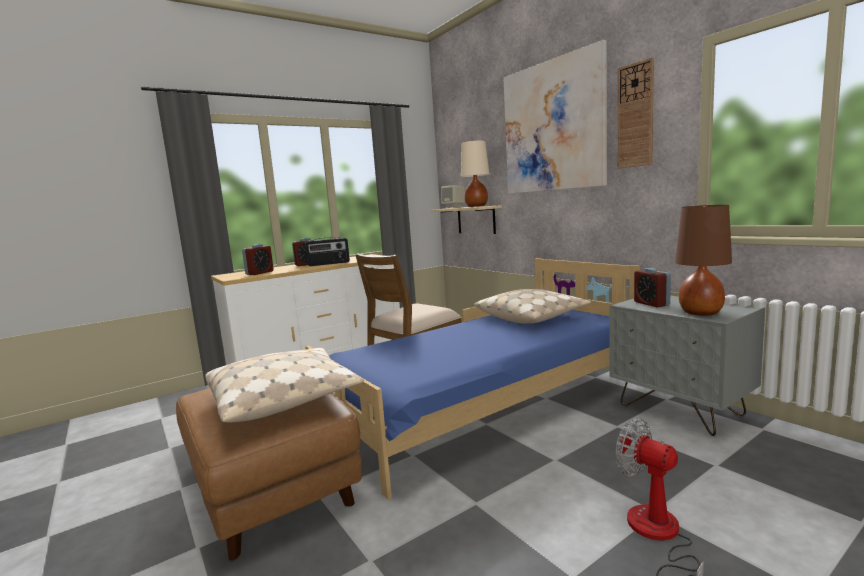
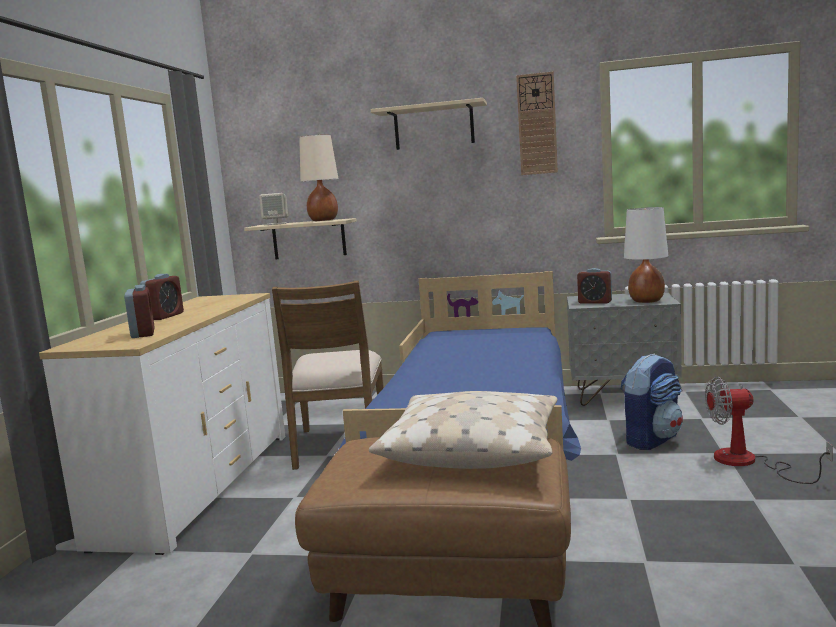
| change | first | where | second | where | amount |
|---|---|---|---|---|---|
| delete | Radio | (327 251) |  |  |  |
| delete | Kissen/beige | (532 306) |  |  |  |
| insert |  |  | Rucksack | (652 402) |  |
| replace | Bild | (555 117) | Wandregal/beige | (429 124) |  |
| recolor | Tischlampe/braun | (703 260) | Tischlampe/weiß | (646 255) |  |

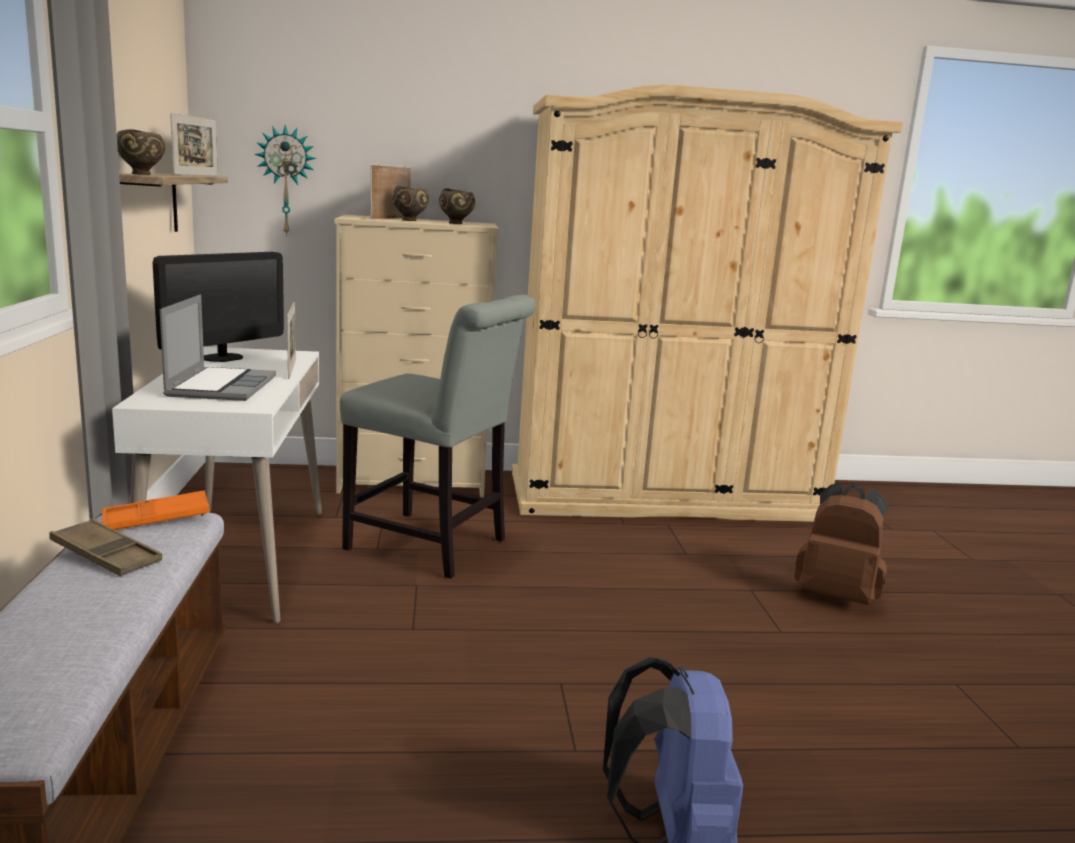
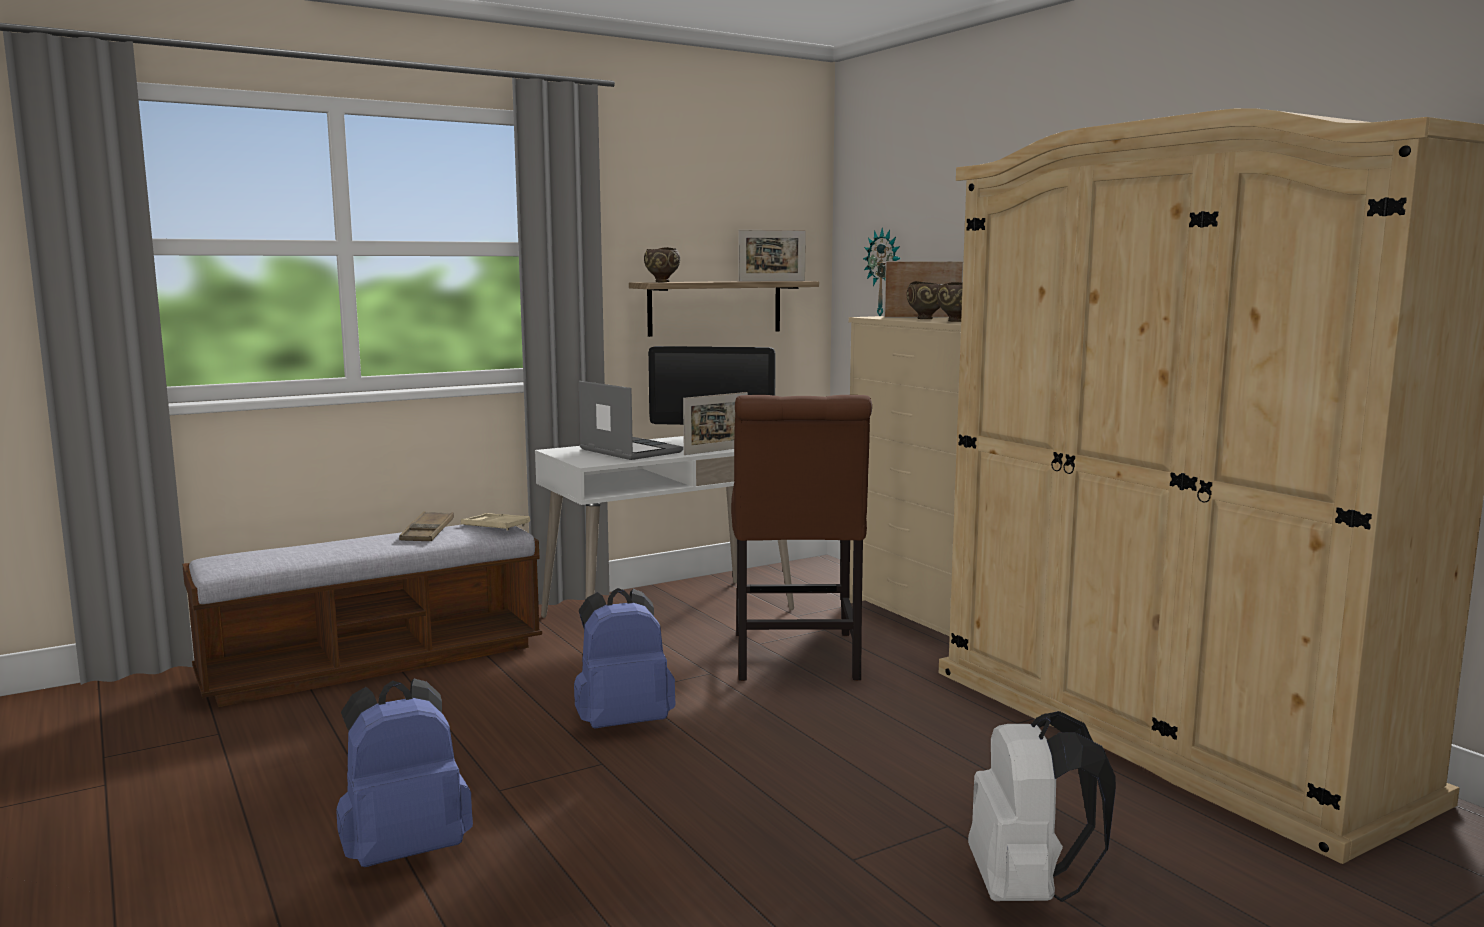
| change | first | where | second | where | amount |
|---|---|---|---|---|---|
| insert |  |  | Rucksack/blau | (625 658) |  |
| recolor | Tablett/orange | (156 510) | Tablett/beige | (495 522) |  |
| recolor | Stuhl/grau | (438 437) | Stuhl/braun | (801 538) |  |
| recolor | Rucksack/braun | (841 544) | Rucksack/weiß | (1042 806) |  |
| rotate | Laptop | (218 348) |  | (631 420) | 105 degrees counterclockwise |

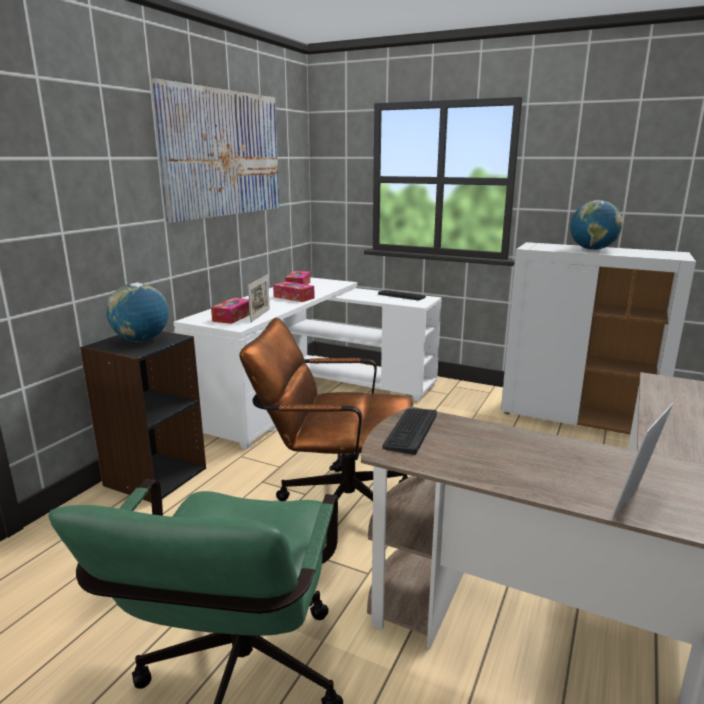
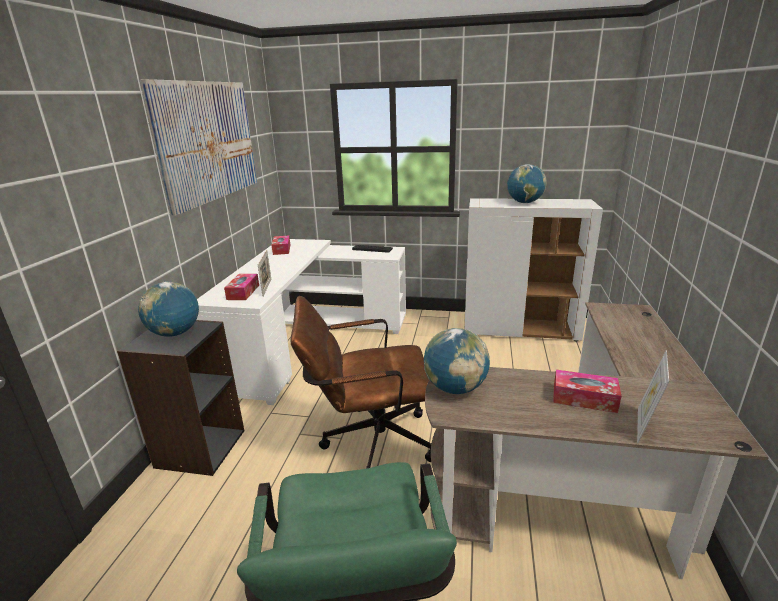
| change | first | where | second | where | amount |
|---|---|---|---|---|---|
| move | Taschentuchbox | (294 292) |  | (587 391) |  |
| replace | Tastatur | (409 431) | Globus | (457 361) |  |

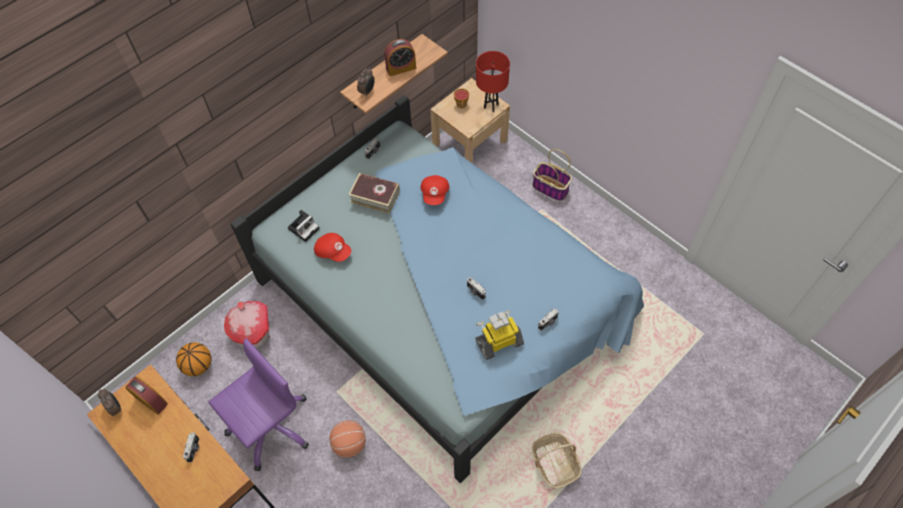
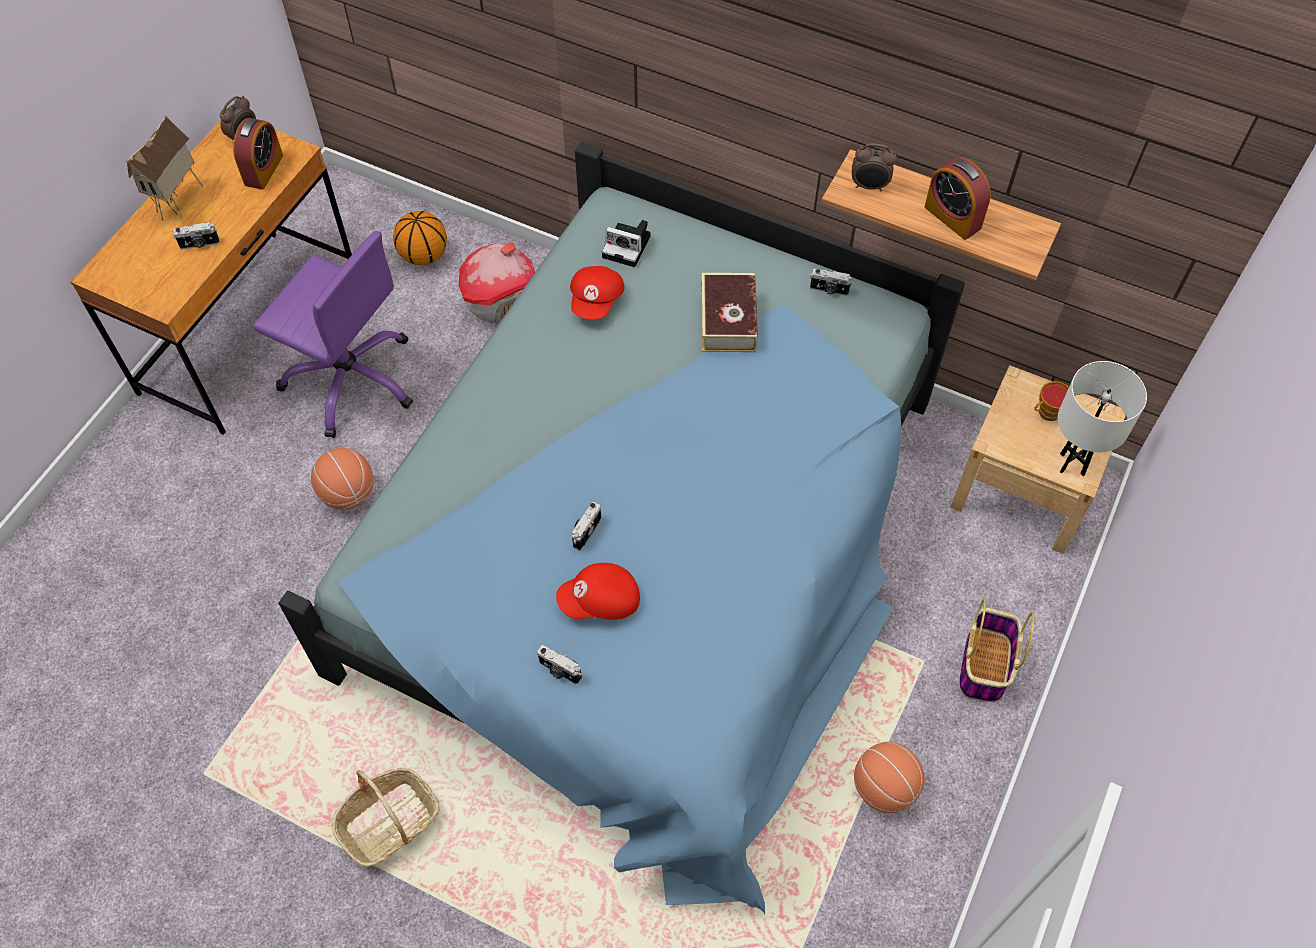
| change | first | where | second | where | amount |
|---|---|---|---|---|---|
| delete | Spielzeugroboter | (499 335) |  |  |  |
| insert |  |  | Spielzeughaus | (164 168) |  |
| insert |  |  | Basketball | (889 777) |  |
| move | Kappe/rot | (434 190) |  | (598 591) |  |
| recolor | Tischlampe/rot | (493 81) | Tischlampe/weiß | (1102 418) |  |

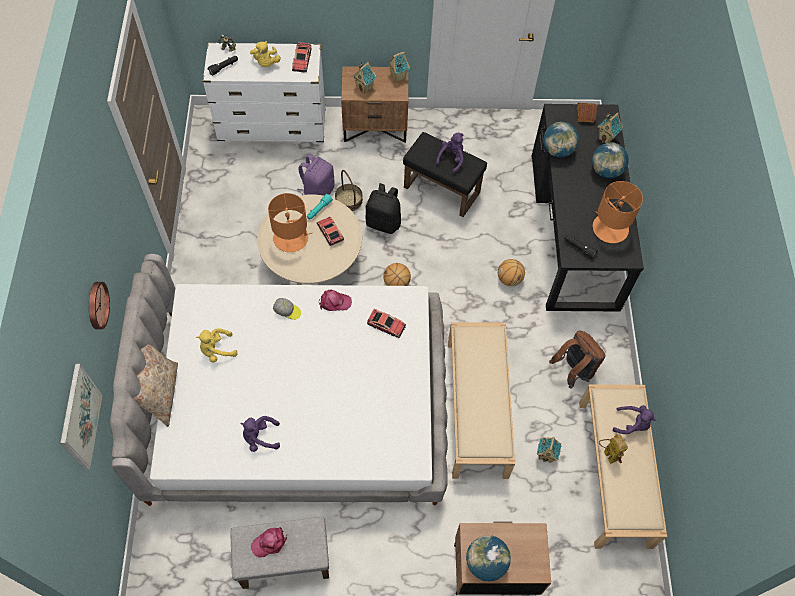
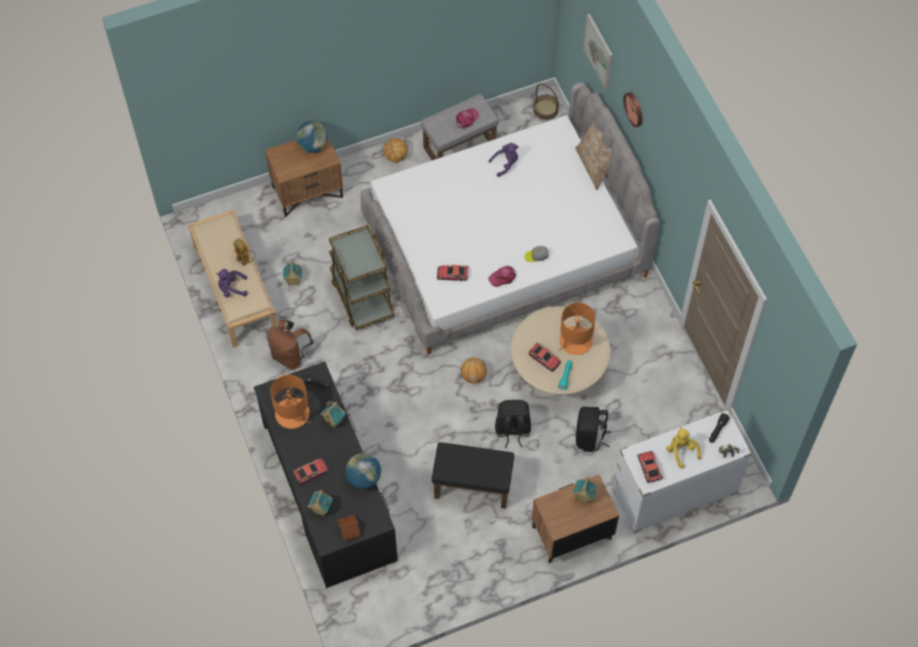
| change | first | where | second | where | amount |
|---|---|---|---|---|---|
| delete | Plüschtier/gelb | (217 345) |  |  |  |
| delete | Plüschtier/lila | (449 153) |  |  |  |
| move | Korb | (349 190) |  | (546 101) |  |
| move | Spielzeughaus | (398 66) |  | (333 414) |  |
| move | Basketball | (511 272) |  | (395 150) |  |
| replace | Bank/beige | (481 400) | Rollwagen/braun | (361 277) |  |
| replace | Globus | (610 160) | Spielzeugauto | (311 472) |  |
| recolor | Rucksack/lila | (316 174) | Rucksack/schwarz | (593 429) |  |

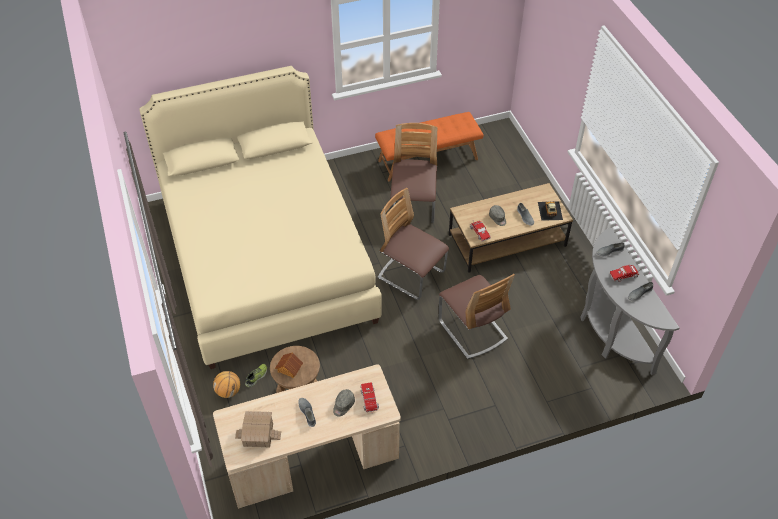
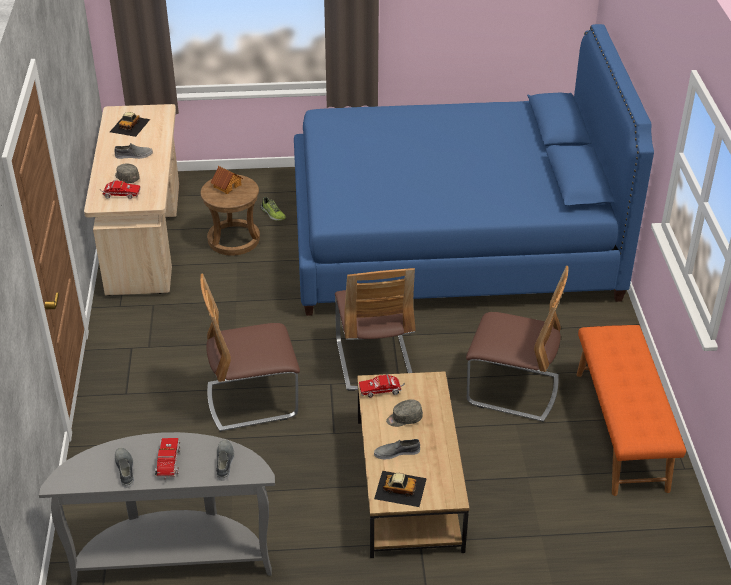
| change | first | where | second | where | amount |
|---|---|---|---|---|---|
| delete | Basketball | (226 384) |  |  |  |
| replace | Spielzeughaus | (258 429) | Spielzeugauto | (130 124) |  |
| recolor | Bett/beige | (260 217) | Bett/blau | (474 170) |  |
| rotate | Stuhl | (413 244) |  | (375 329) | 120 degrees clockwise |

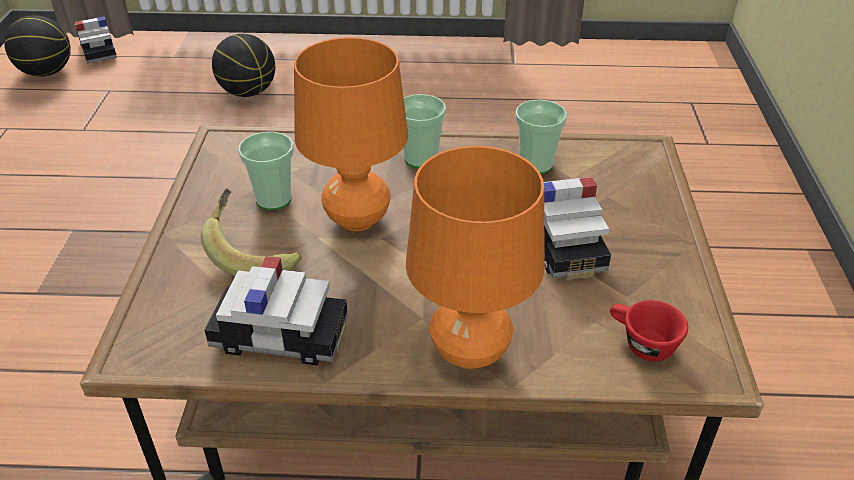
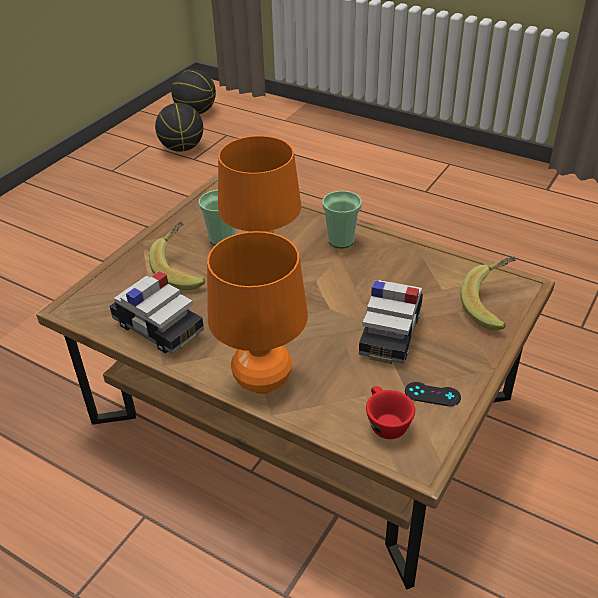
| change | first | where | second | where | amount |
|---|---|---|---|---|---|
| delete | Spielzeugauto | (96 40) |  |  |  |
| delete | Tasse | (541 137) |  |  |  |
| insert |  |  | Gamepad/schwarz | (433 394) |  |
| insert |  |  | Banane | (488 293) |  |
| move | Basketball | (243 65) |  | (179 127) |  |

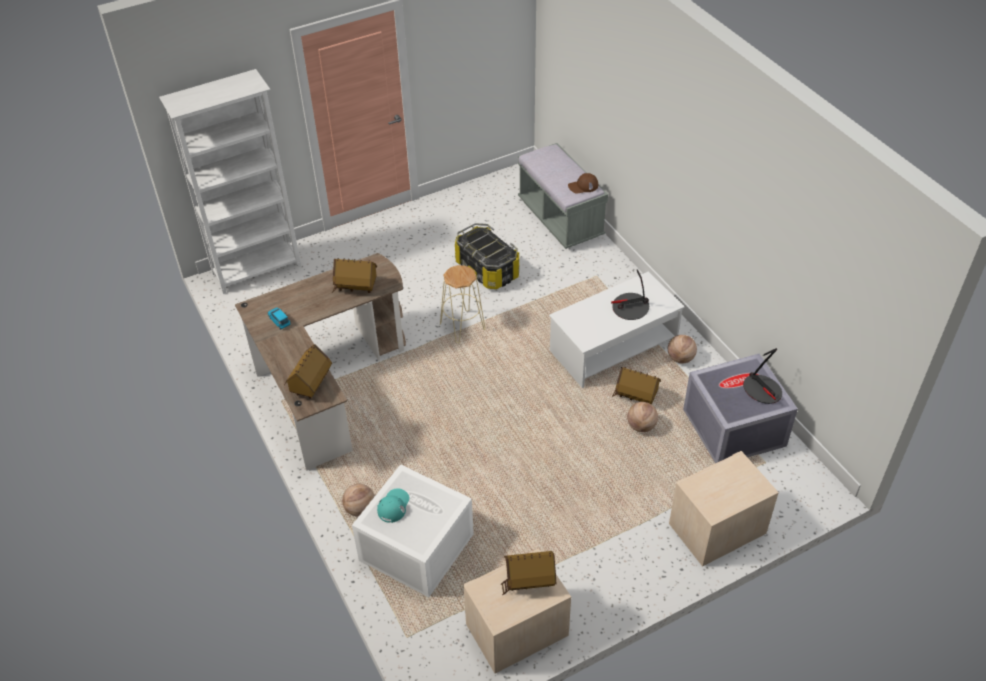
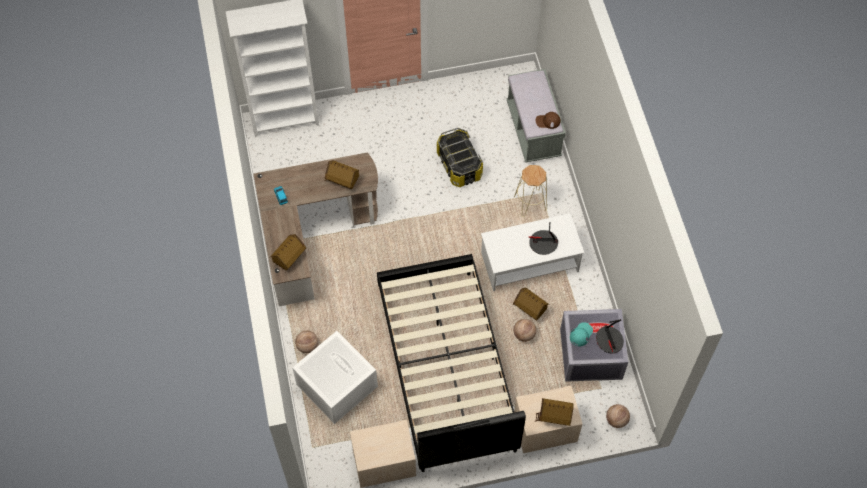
| change | first | where | second | where | amount |
|---|---|---|---|---|---|
| insert |  |  | Bett/schwarz | (451 363) |  |
| move | Kappe/türkis | (393 505) |  | (581 334) |  |
| move | Hocker/beige | (462 304) |  | (530 191) |  |
| move | Spielzeughaus | (528 573) |  | (554 412) |  |
| move | Basketball | (682 349) |  | (618 416) |  |

